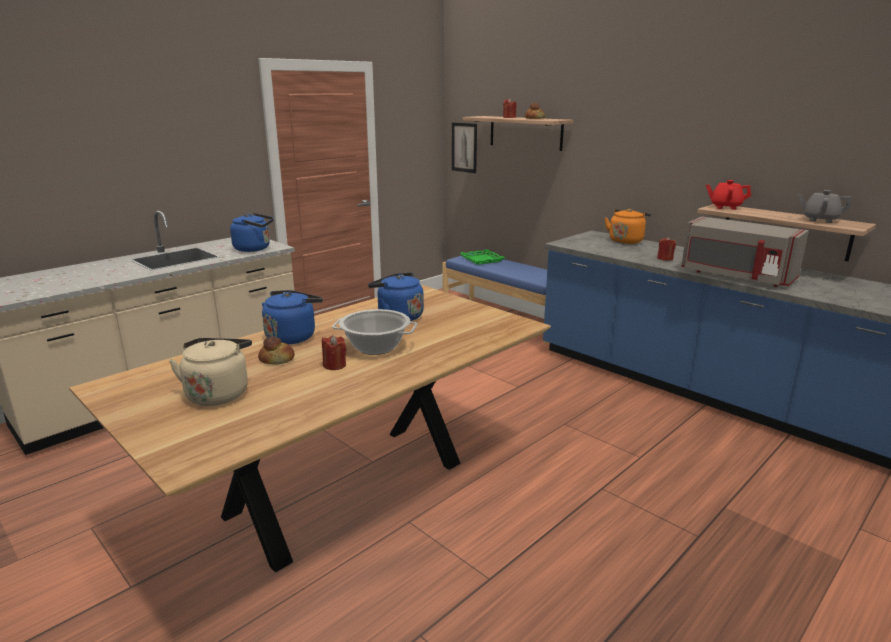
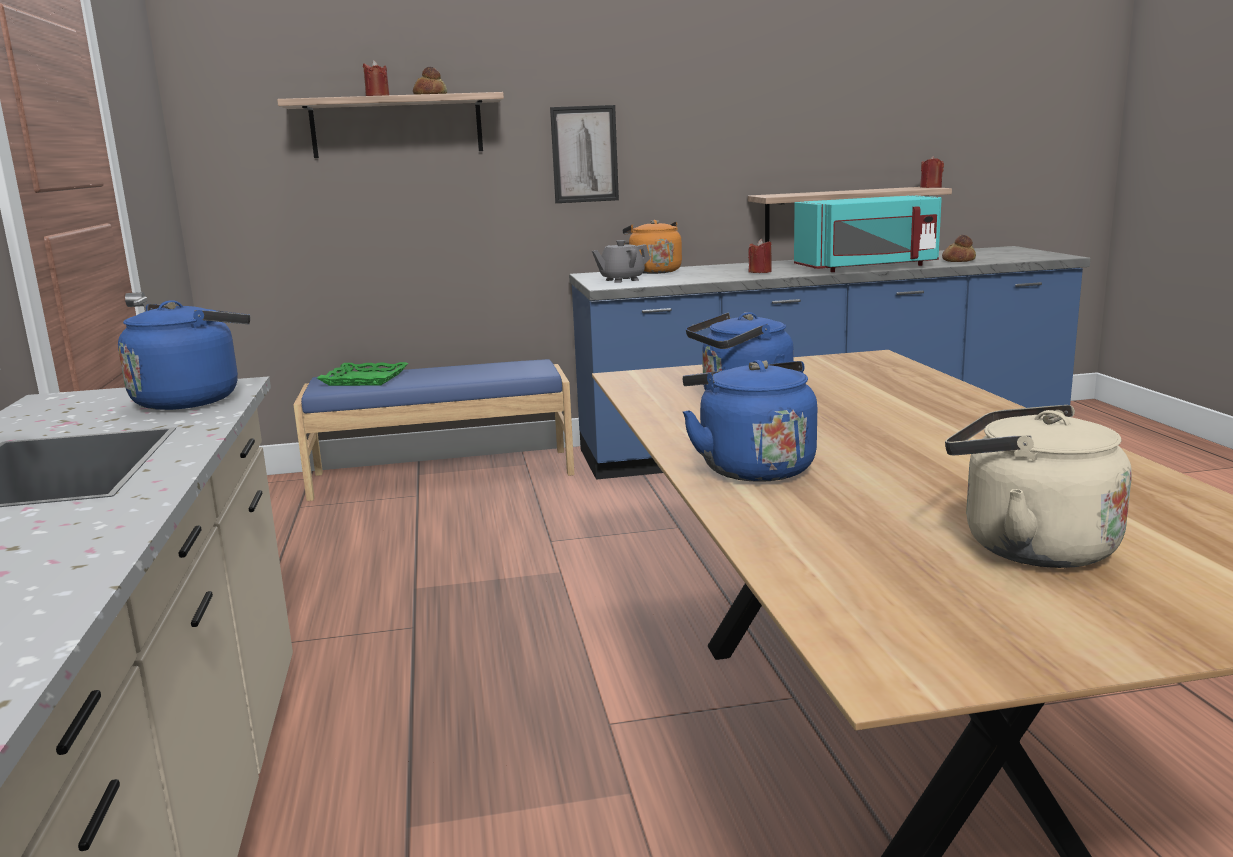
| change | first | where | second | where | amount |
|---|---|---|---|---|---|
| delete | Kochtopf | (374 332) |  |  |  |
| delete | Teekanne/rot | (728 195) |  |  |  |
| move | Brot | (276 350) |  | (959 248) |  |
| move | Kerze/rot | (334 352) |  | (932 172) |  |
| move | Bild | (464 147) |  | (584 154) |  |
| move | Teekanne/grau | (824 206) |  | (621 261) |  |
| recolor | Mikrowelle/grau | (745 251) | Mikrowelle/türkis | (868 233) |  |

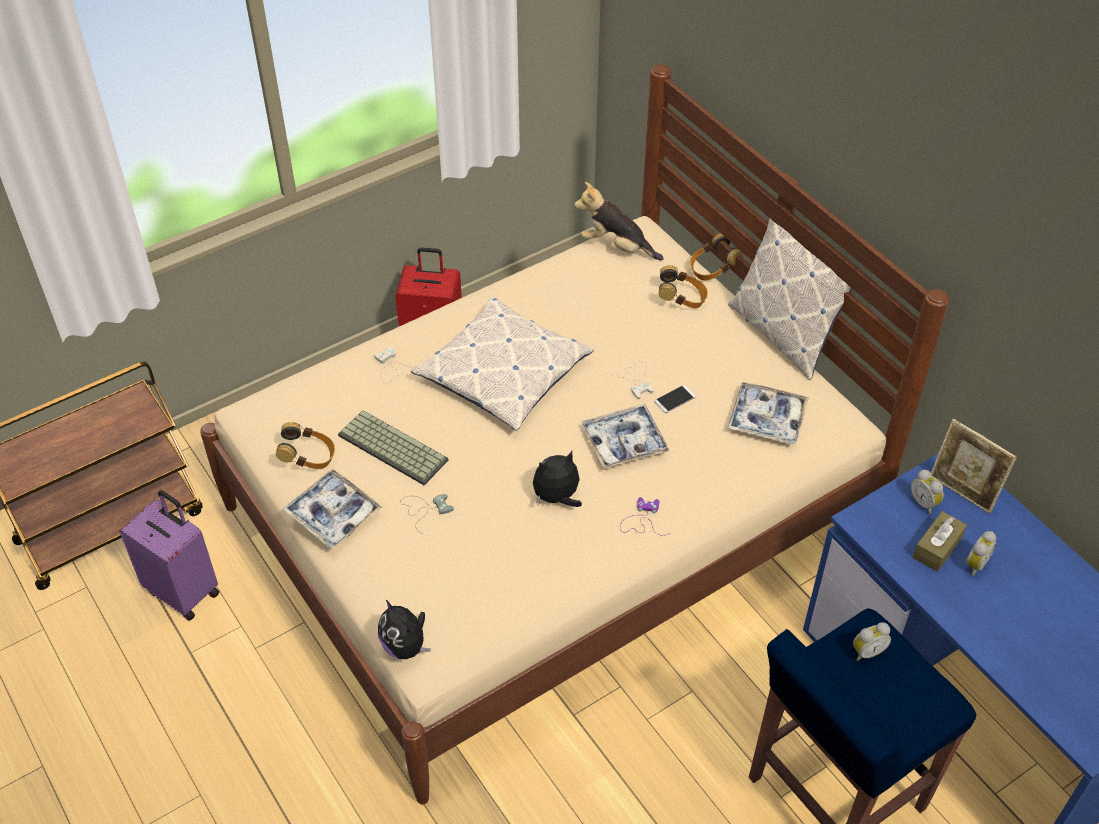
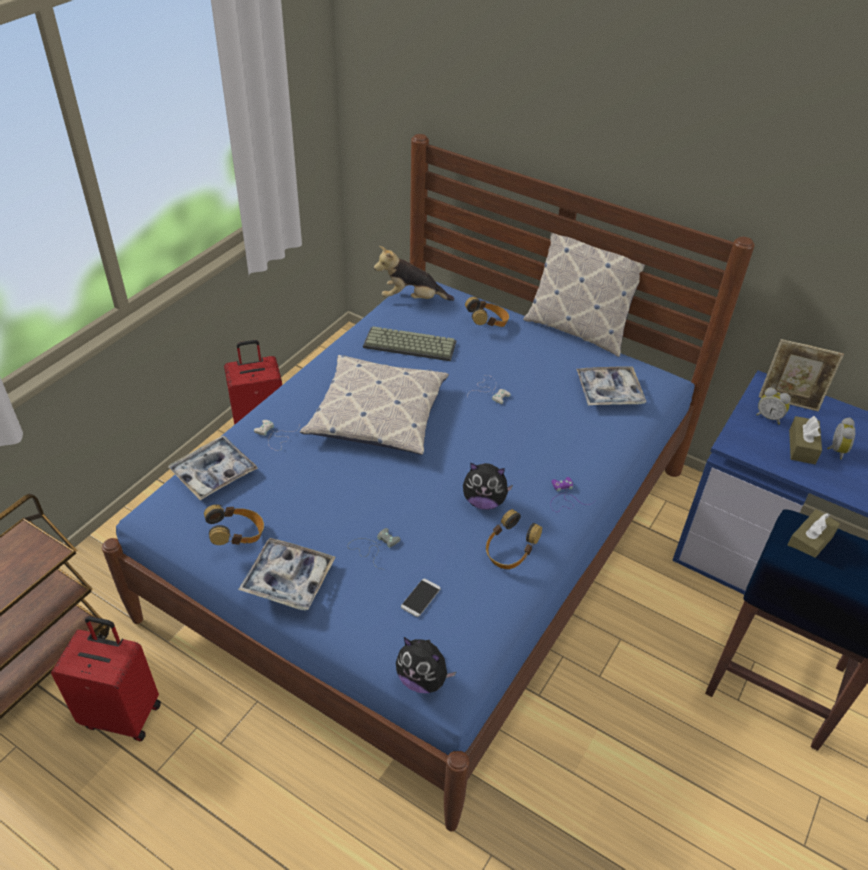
| change | first | where | second | where | amount |
|---|---|---|---|---|---|
| move | Tastatur | (393 447) |  | (409 343) |  |
| move | Tablett | (625 436) |  | (213 467) |  |
| move | Handy | (675 399) |  | (421 598) |  |
| move | Kopfhörer | (716 257) |  | (514 539) |  |
| replace | Wecker | (872 641) | Taschentuchbox/braun | (813 533) |  |
| recolor | Koffer/lila | (169 555) | Koffer/rot | (106 678) |  |
| recolor | Bett/beige | (574 434) | Bett/blau | (428 483) |  |
| rotate | Plüschtier | (557 479) |  | (488 486) | 120 degrees counterclockwise |

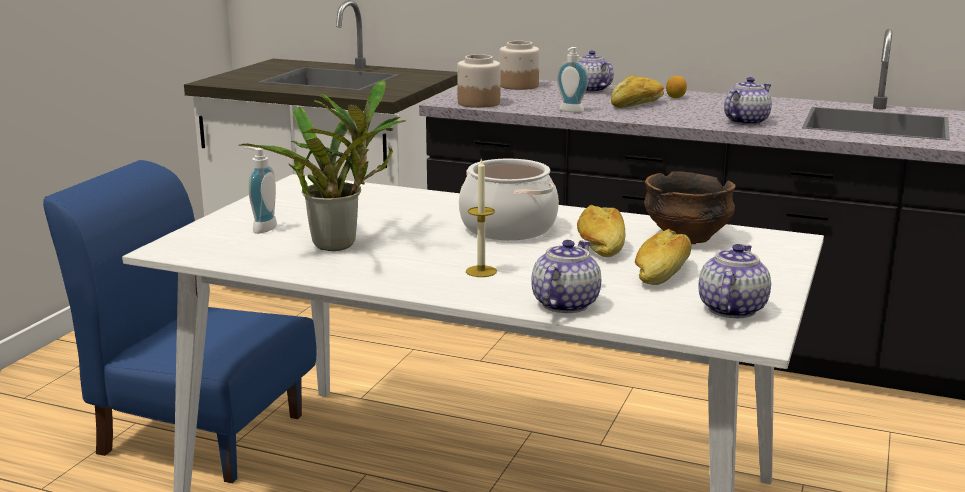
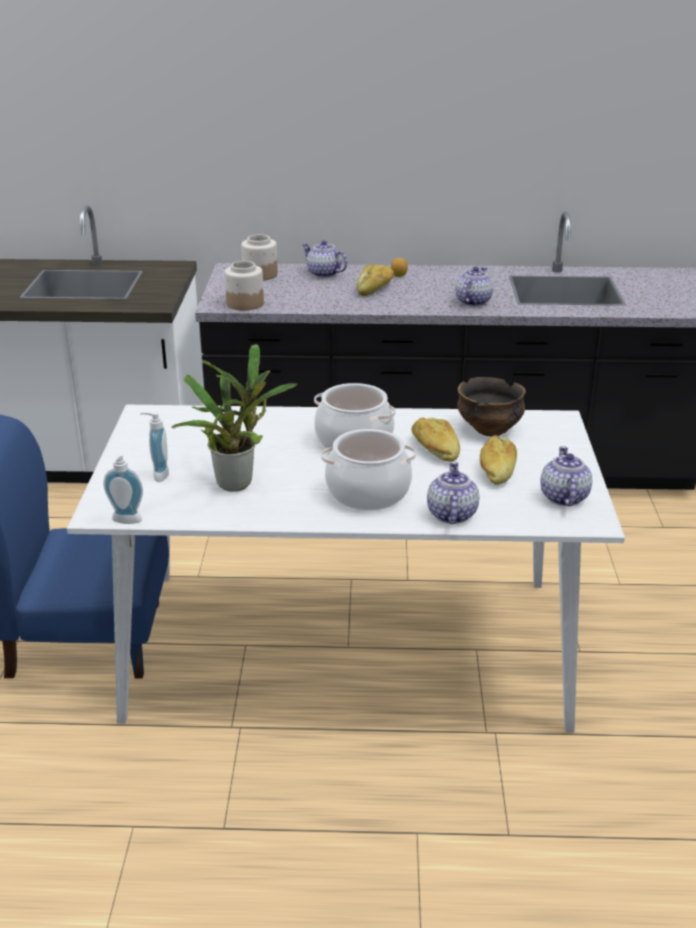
| change | first | where | second | where | amount |
|---|---|---|---|---|---|
| move | Seifenspender | (572 80) |  | (123 488) |  |
| replace | Kerze | (481 217) | Kochtopf | (368 469) |  |

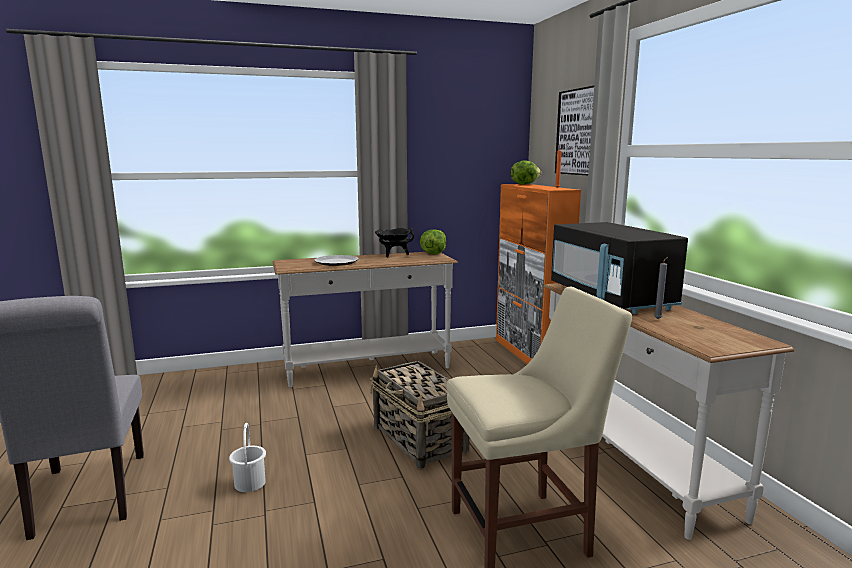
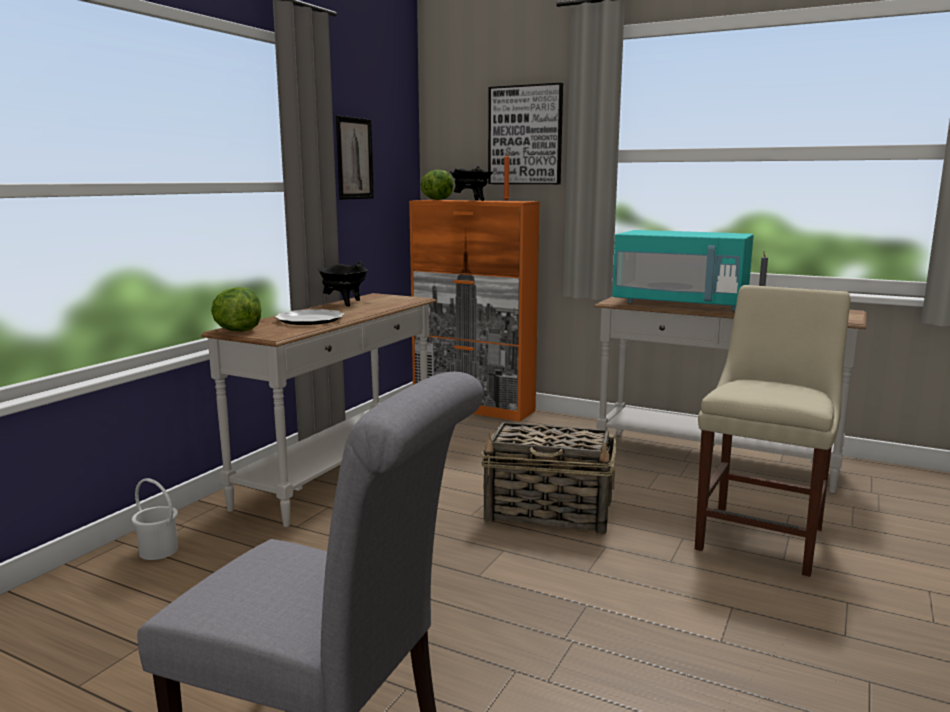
| change | first | where | second | where | amount |
|---|---|---|---|---|---|
| insert |  |  | Bild | (355 158) |  |
| insert |  |  | Kochtopf/schwarz | (471 183) |  |
| move | Eimer/weiß | (247 457) |  | (155 519) |  |
| move | Salatkopf | (433 241) |  | (236 309) |  |
| recolor | Mikrowelle/schwarz | (619 268) | Mikrowelle/türkis | (682 270) |  |

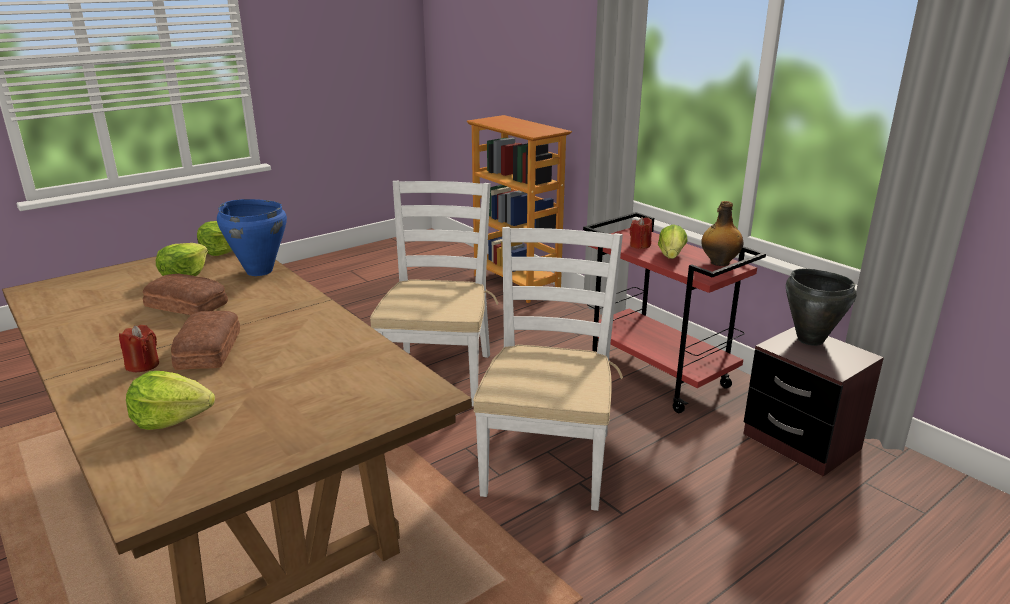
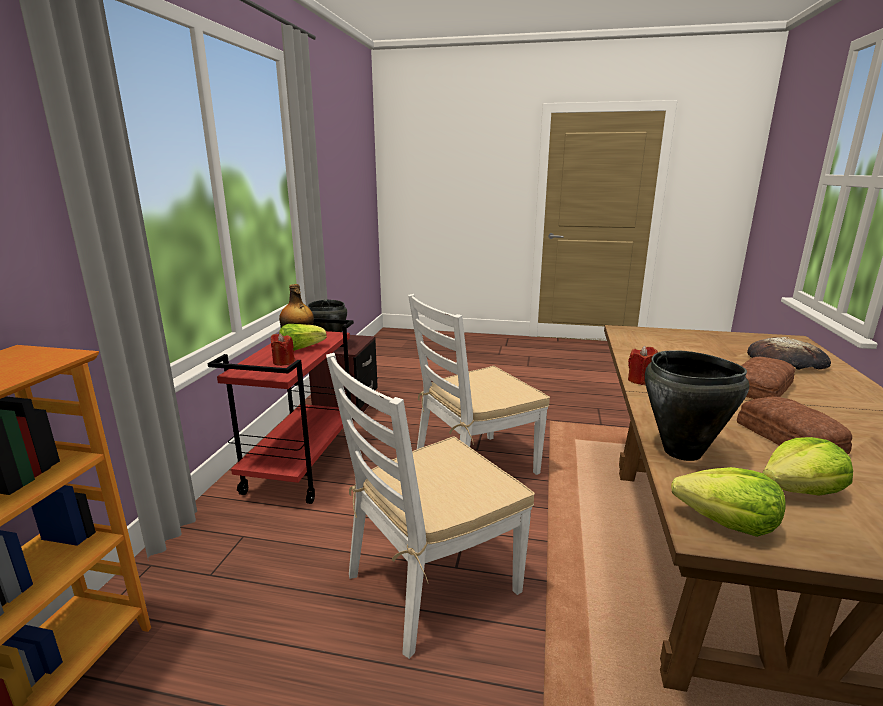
| change | first | where | second | where | amount |
|---|---|---|---|---|---|
| move | Kerze/rot | (139 348) |  | (642 365) |  |
| replace | Salatkopf | (170 400) | Brot | (789 353) |  |
| recolor | Kochtopf/blau | (252 237) | Kochtopf/schwarz | (697 405) |  |

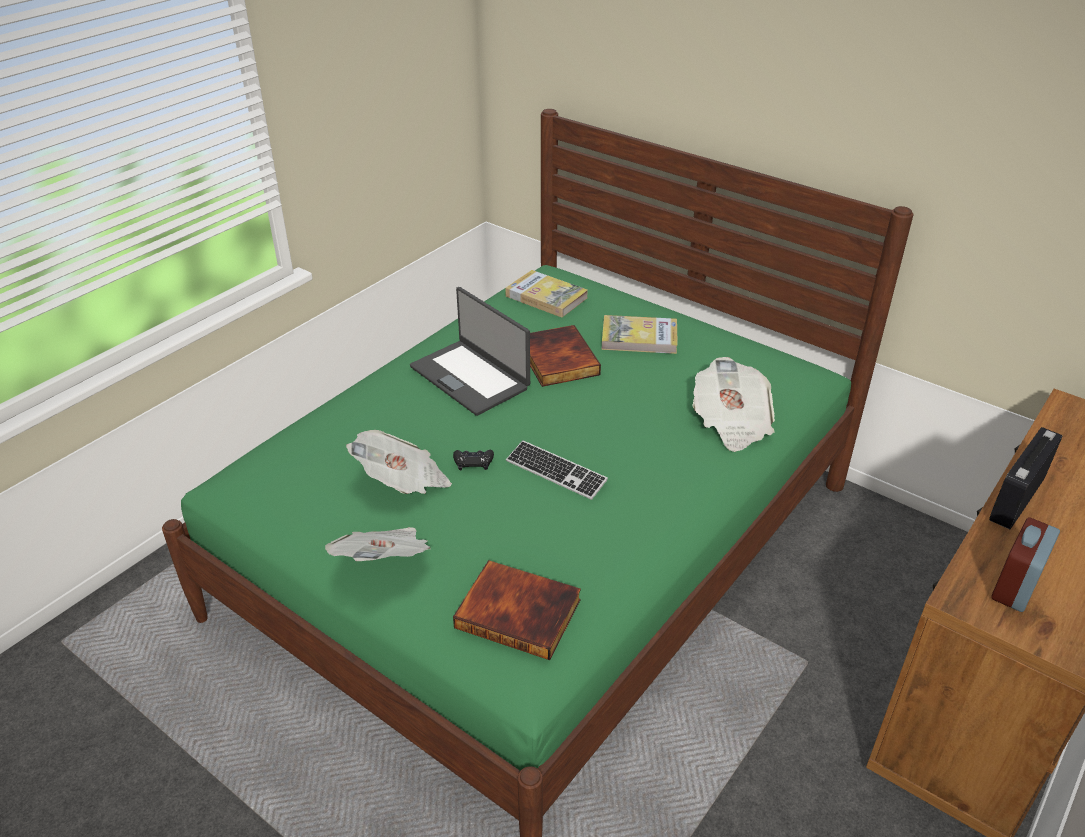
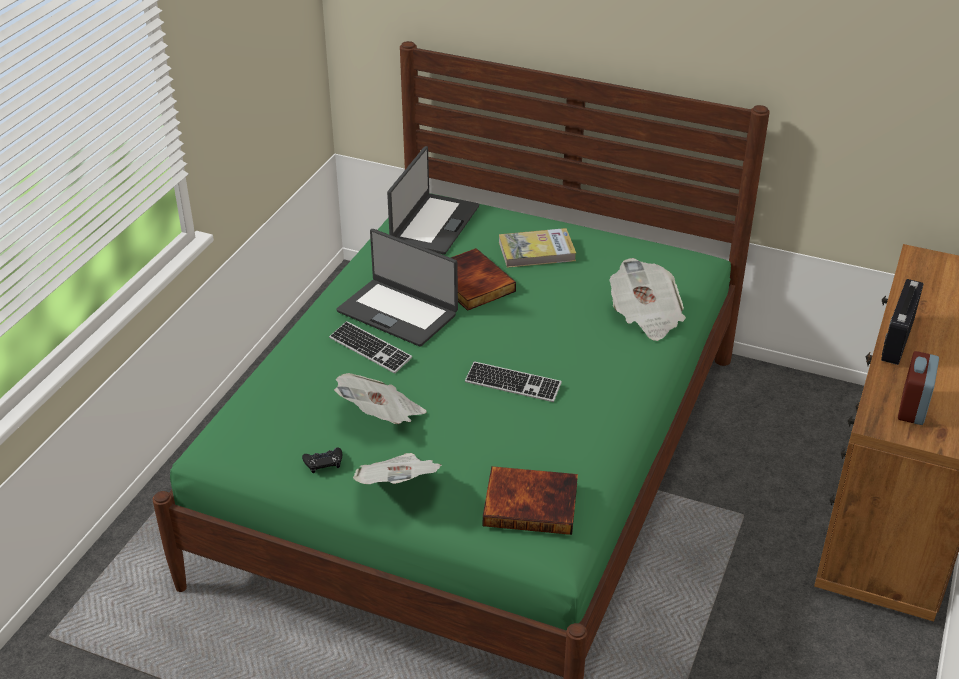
| change | first | where | second | where | amount |
|---|---|---|---|---|---|
| insert |  |  | Tastatur | (370 347) |  |
| move | Gamepad/schwarz | (473 460) |  | (322 460) |  |
| replace | Buch | (546 293) | Laptop | (433 200) |  |

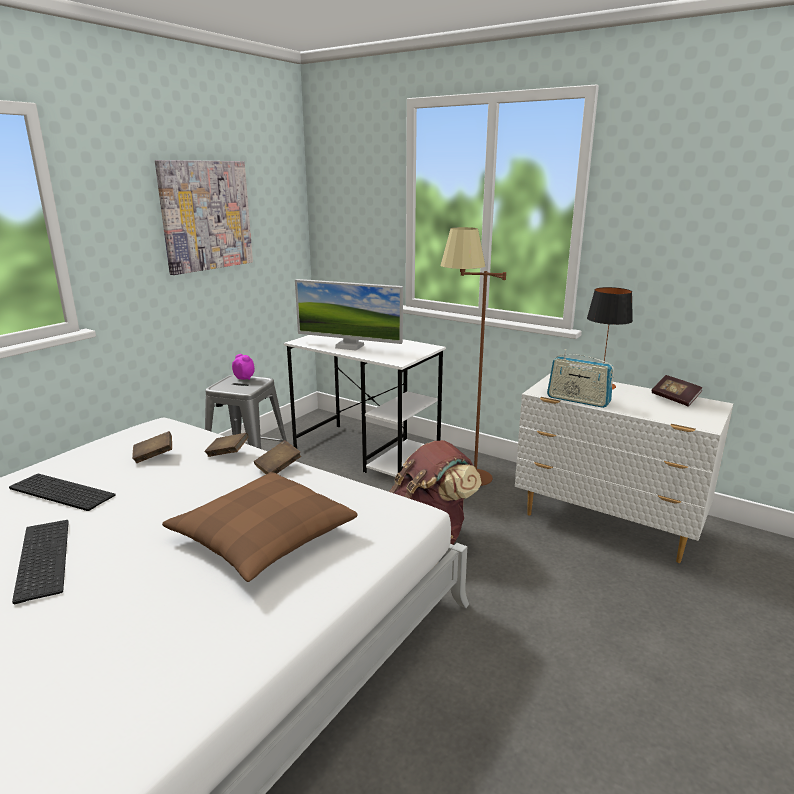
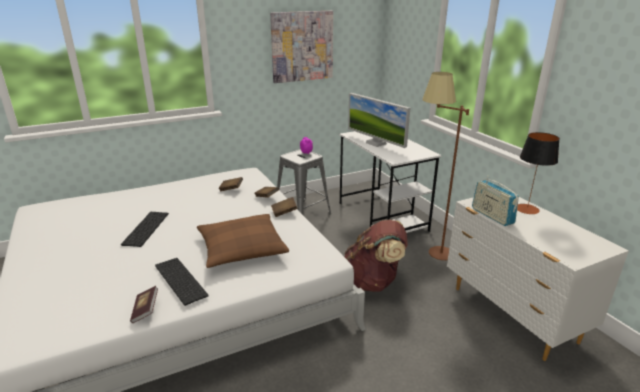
| change | first | where | second | where | amount |
|---|---|---|---|---|---|
| move | Tastatur | (62 492) |  | (182 282) |  |
| move | Buch | (677 390) |  | (144 304) |  |

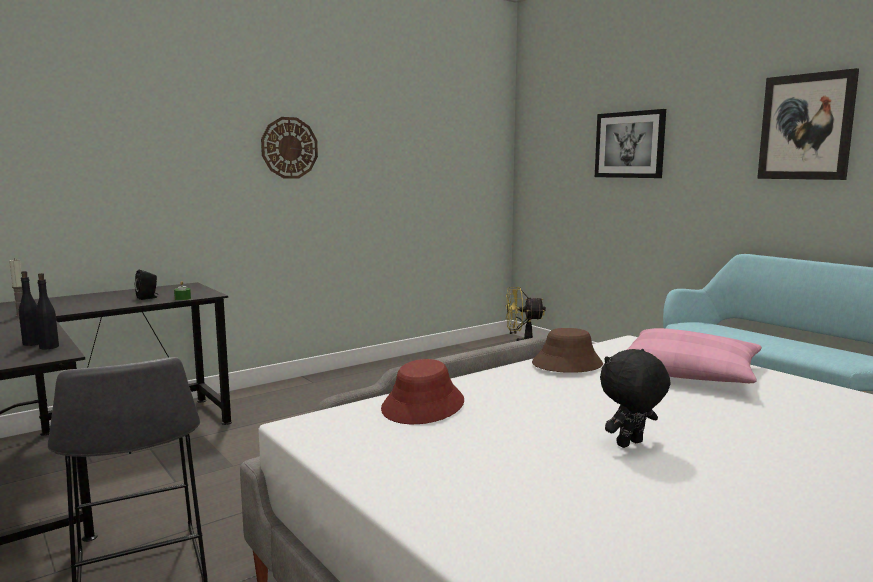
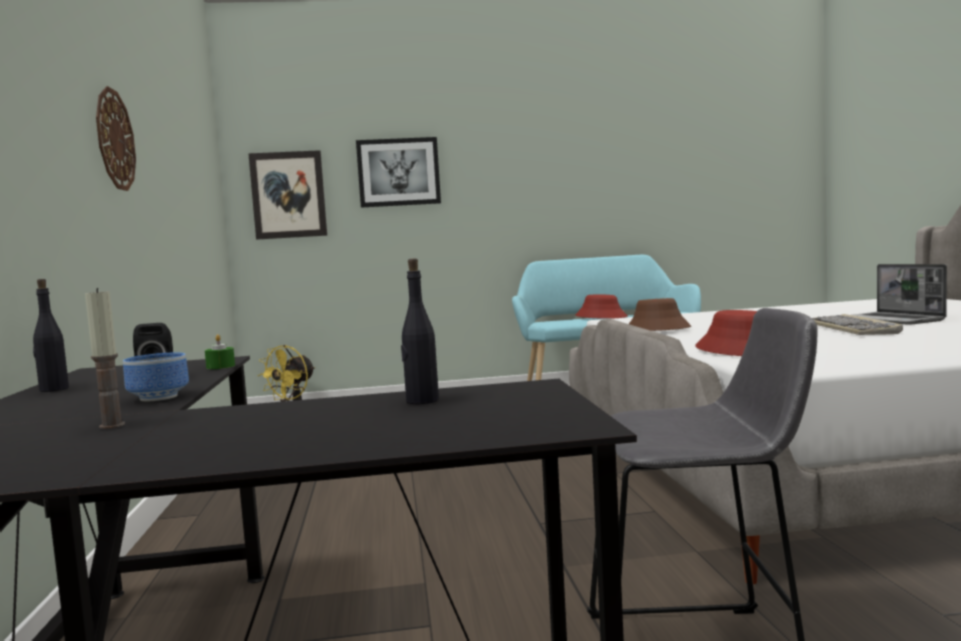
| change | first | where | second | where | amount |
|---|---|---|---|---|---|
| delete | Kissen/rosa | (694 355) |  |  |  |
| insert |  |  | Schüssel | (156 376) |  |
| insert |  |  | Hut/rot | (601 307) |  |
| insert |  |  | Laptop | (900 294) |  |
| move | Flasche/schwarz | (47 311) |  | (51 335) |  |
| move | Bild | (808 124) |  | (287 195) |  |
| replace | Plüschtier/schwarz | (635 398) | Tastatur | (857 324) |  |

